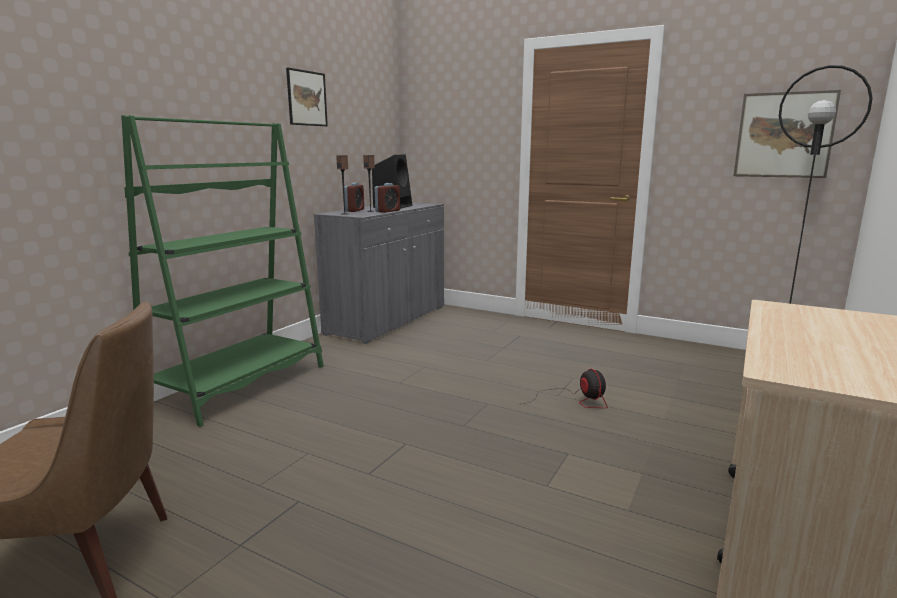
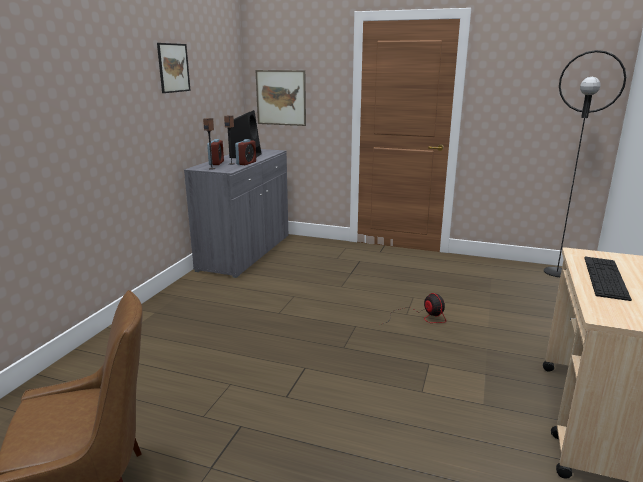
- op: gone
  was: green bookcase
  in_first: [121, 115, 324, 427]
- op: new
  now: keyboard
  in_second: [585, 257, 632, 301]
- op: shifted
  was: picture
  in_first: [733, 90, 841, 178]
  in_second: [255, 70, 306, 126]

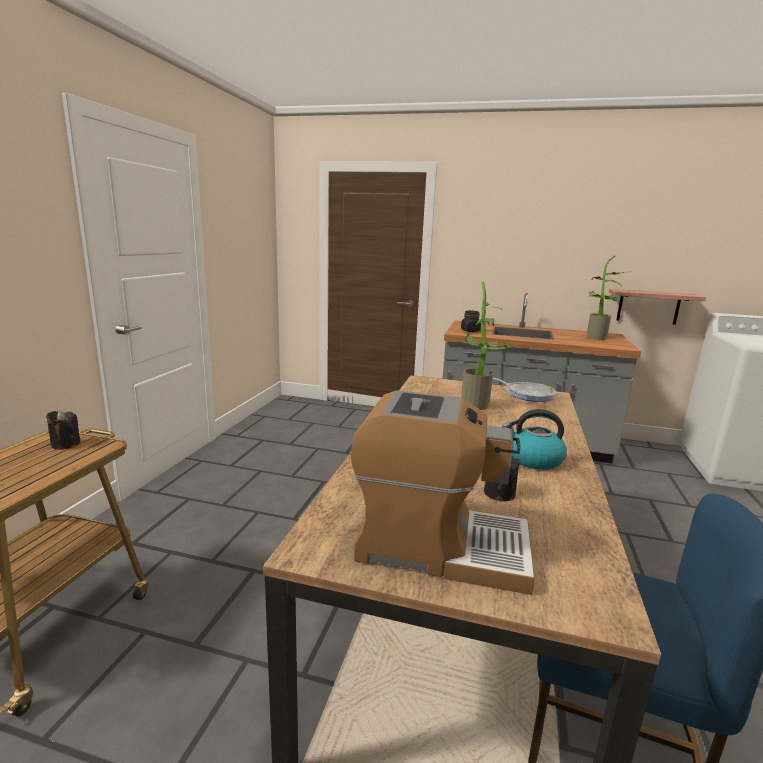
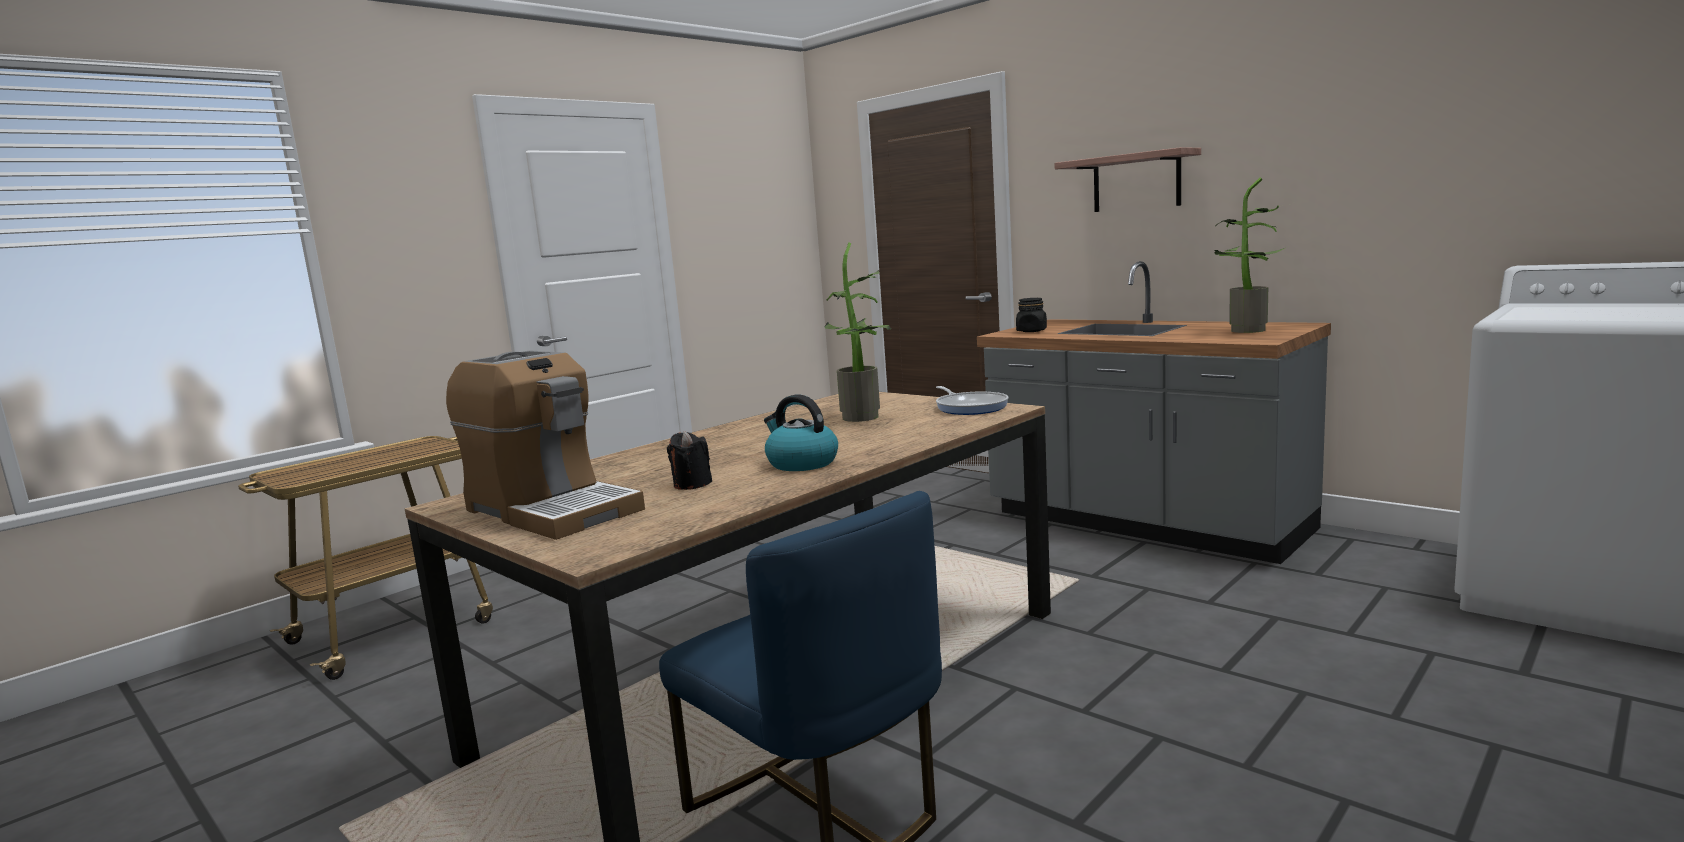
- op: gone
  was: black candle
  in_first: [46, 410, 80, 450]
- op: shifted
  was: shelf
  in_first: [609, 289, 706, 325]
  in_second: [1054, 147, 1201, 212]

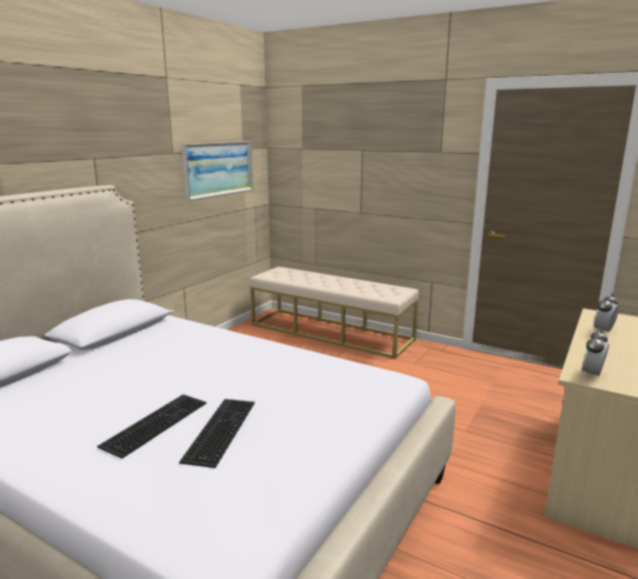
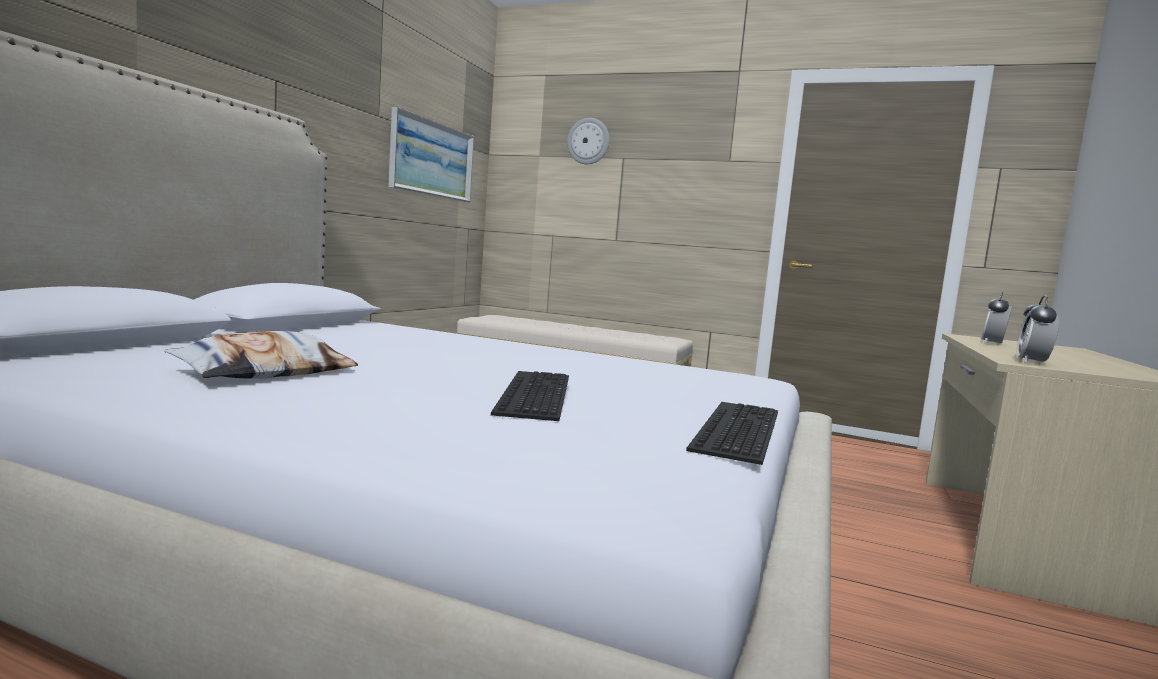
- op: new
  now: pillow
  in_second: [164, 331, 358, 379]
- op: new
  now: wall clock
  in_second: [567, 118, 610, 164]
- op: shifted
  was: keyboard
  in_first: [97, 394, 206, 459]
  in_second: [686, 402, 778, 465]

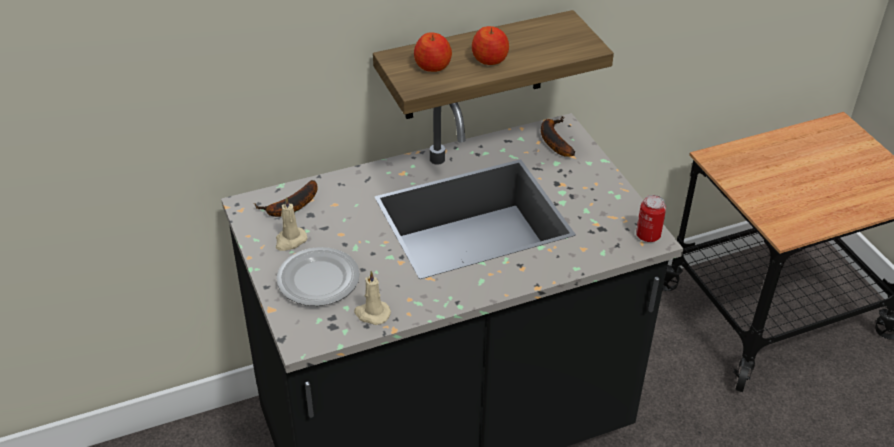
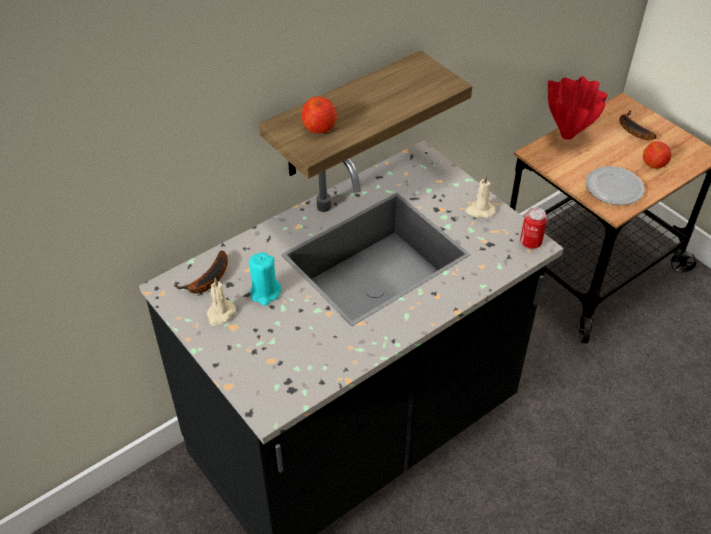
- op: new
  now: turquoise candle
  in_second: [249, 252, 281, 306]
- op: new
  now: red vase
  in_second: [548, 76, 608, 140]
- op: shifted
  was: plate
  in_first: [276, 247, 360, 306]
  in_second: [586, 166, 645, 205]
- op: shifted
  was: beige candle
  in_first: [354, 271, 391, 325]
  in_second: [465, 175, 495, 218]
- op: shifted
  was: apple
  in_first: [472, 26, 509, 65]
  in_second: [643, 141, 671, 169]
- op: shifted
  was: banana
  in_first: [541, 116, 575, 157]
  in_second: [620, 110, 657, 140]

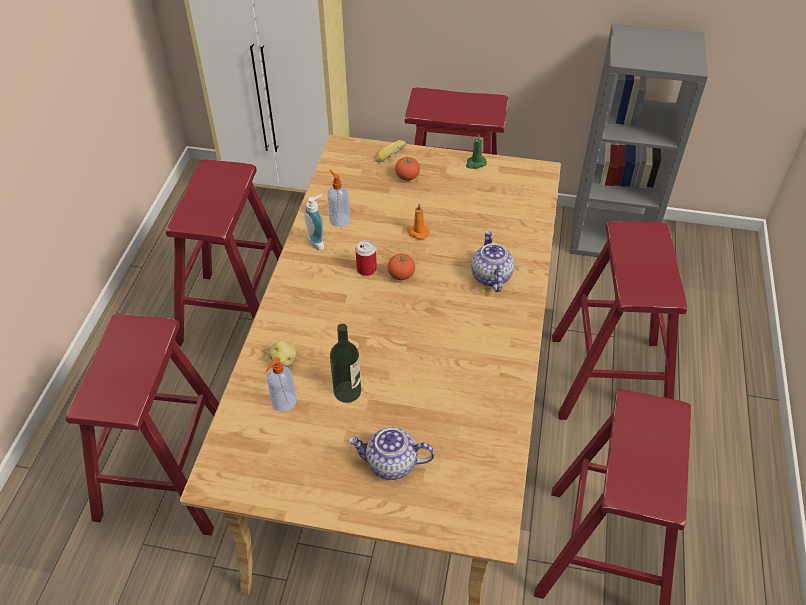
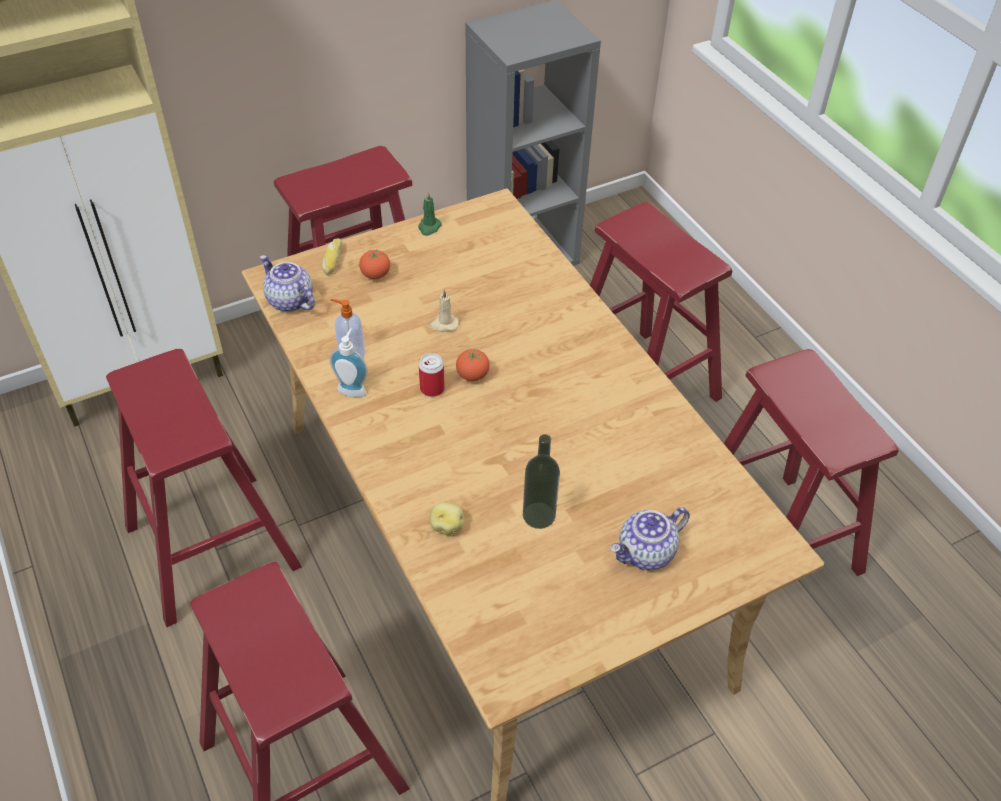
- op: gone
  was: soap dispenser
  in_first: [266, 357, 297, 412]
- op: shifted
  was: teapot
  in_first: [471, 231, 514, 292]
  in_second: [260, 255, 315, 312]
- op: repainted
  was: orange candle
  now: beige candle
  in_first: [407, 204, 430, 239]
  in_second: [429, 290, 459, 332]

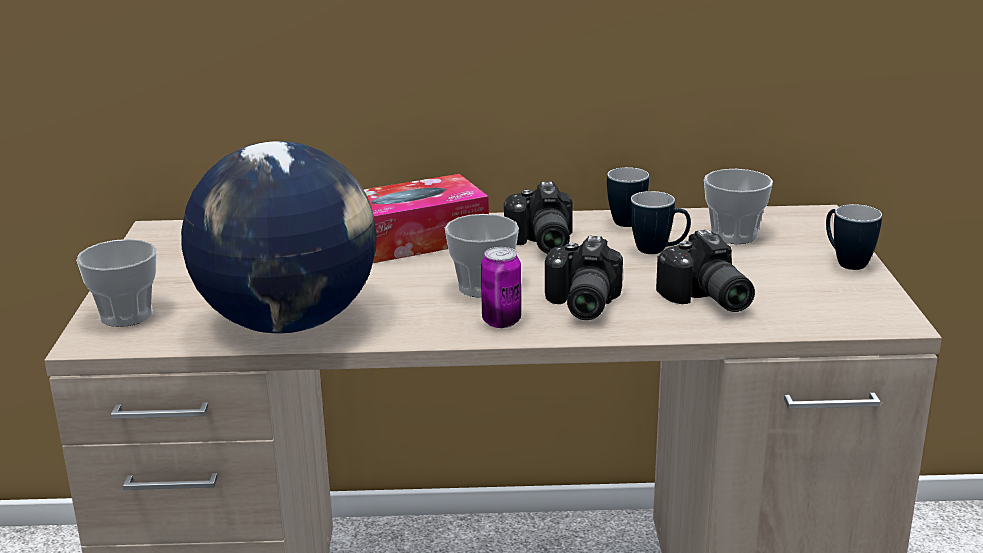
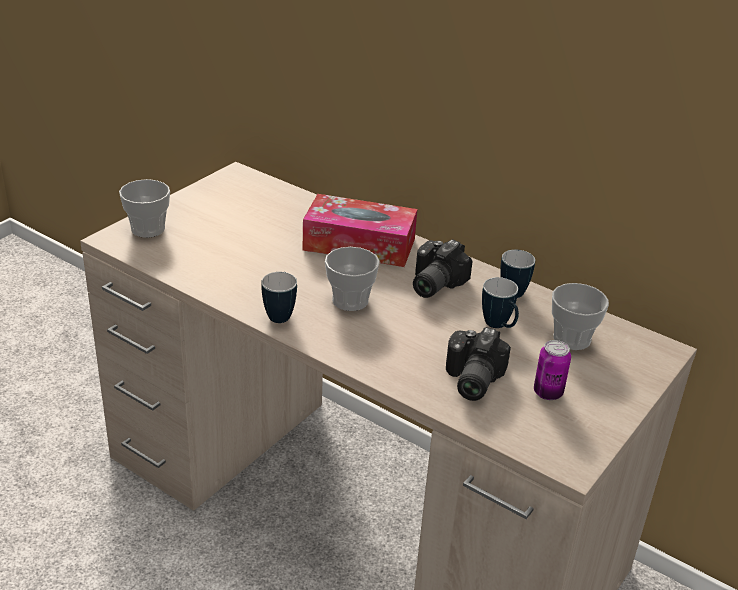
- op: gone
  was: globe
  in_first: [181, 141, 377, 334]
- op: gone
  was: photo camera
  in_first: [545, 236, 623, 320]
- op: shifted
  was: can
  in_first: [481, 247, 521, 328]
  in_second: [534, 340, 571, 400]
- op: shifted
  was: mug
  in_first: [826, 204, 882, 270]
  in_second: [261, 272, 297, 323]

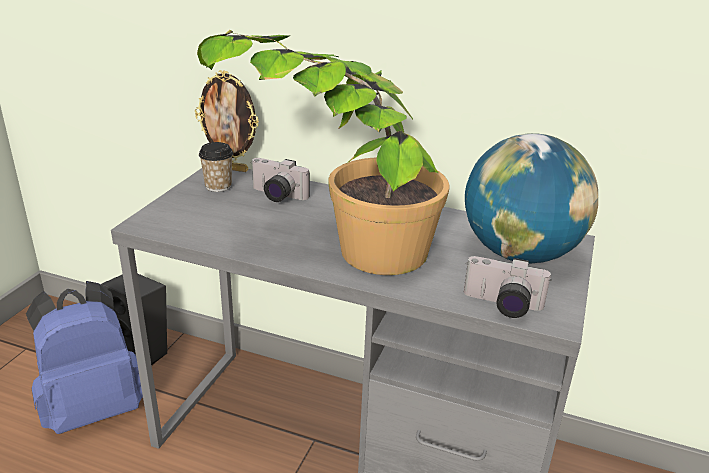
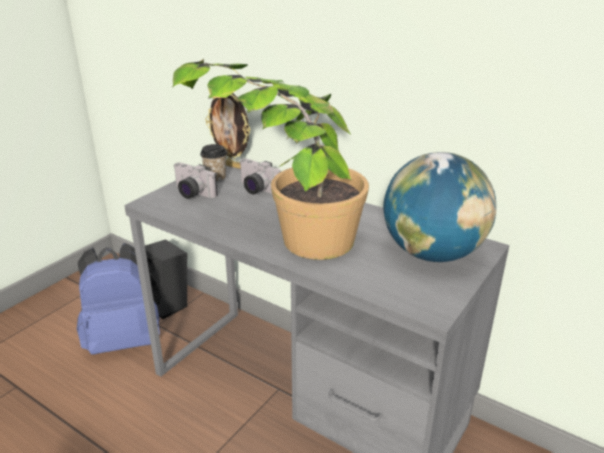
- op: shifted
  was: photo camera
  in_first: [464, 256, 552, 318]
  in_second: [173, 163, 218, 199]

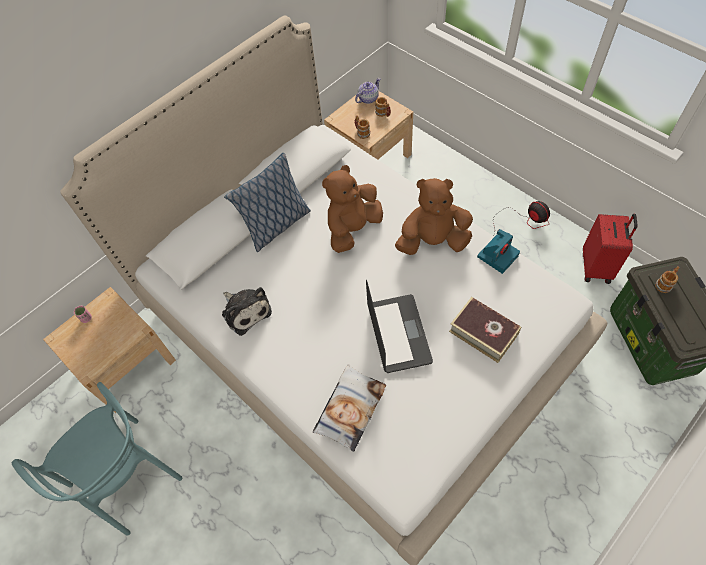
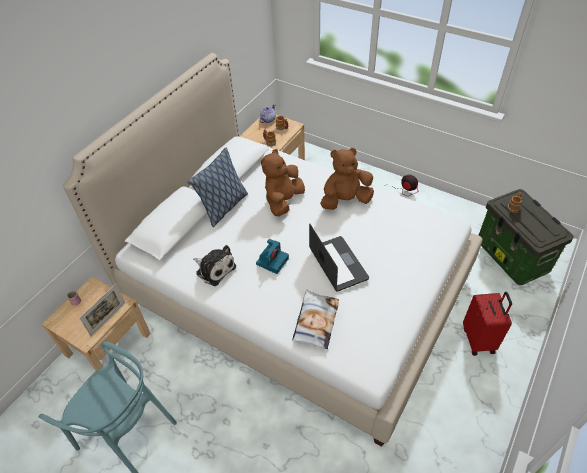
- op: gone
  was: book
  in_first: [449, 297, 521, 363]
- op: new
  now: picture frame
  in_second: [79, 284, 125, 336]
- op: shifted
  was: photo camera
  in_first: [477, 229, 520, 274]
  in_second: [256, 239, 289, 274]
- op: shifted
  was: red suitcase
  in_first: [583, 214, 638, 284]
  in_second: [463, 292, 512, 356]

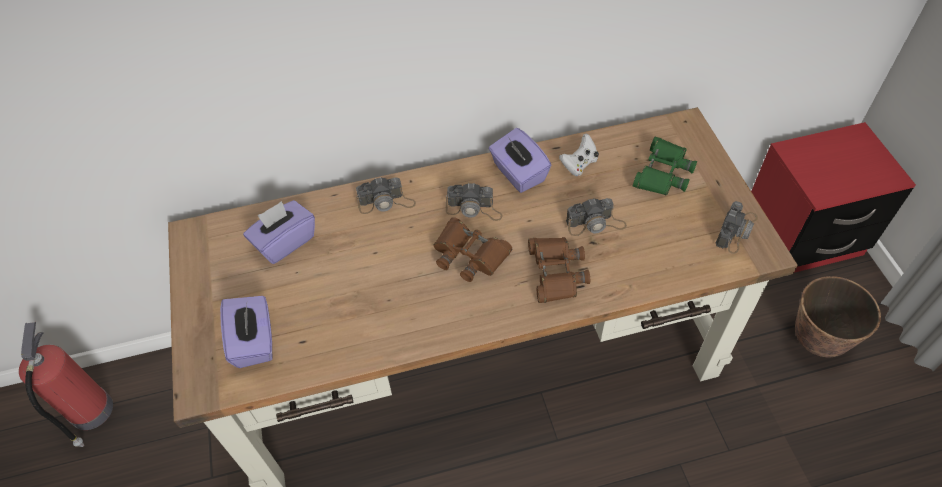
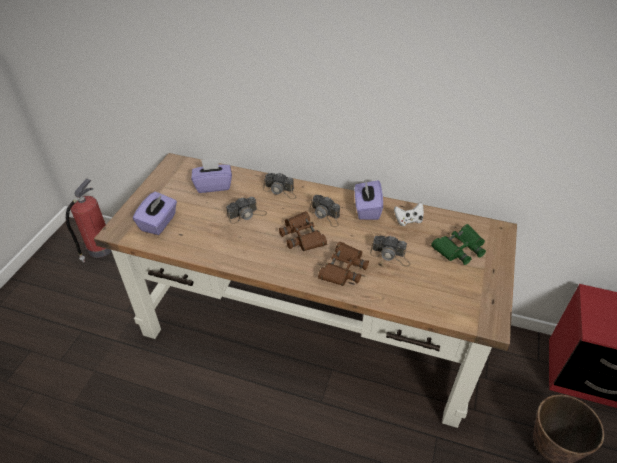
- op: shifted
  was: photo camera
  in_first: [716, 201, 758, 254]
  in_second: [226, 197, 267, 224]

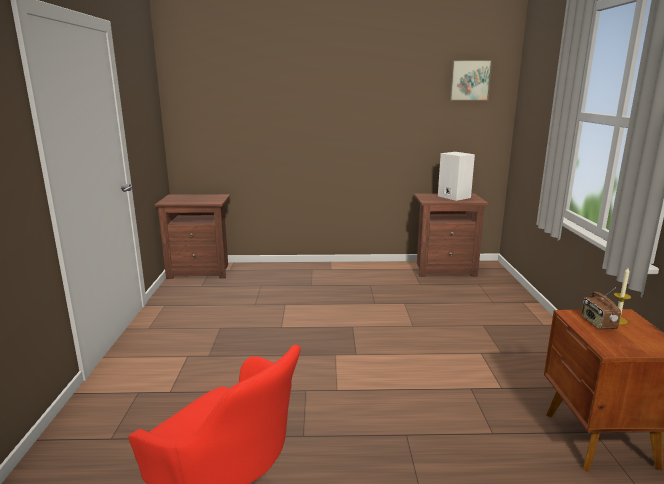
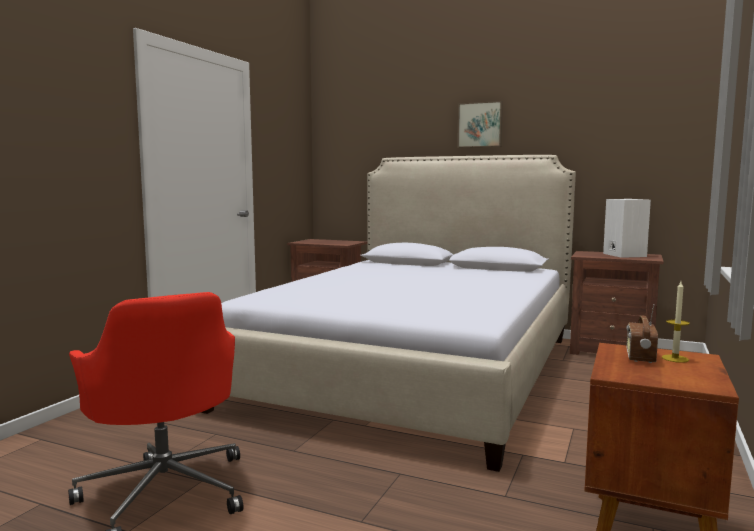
- op: new
  now: bed
  in_second: [200, 155, 576, 472]
- op: shifted
  was: picture
  in_first: [449, 60, 492, 101]
  in_second: [457, 101, 503, 148]

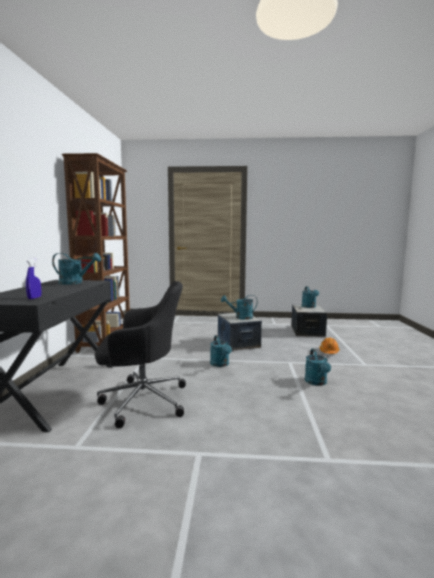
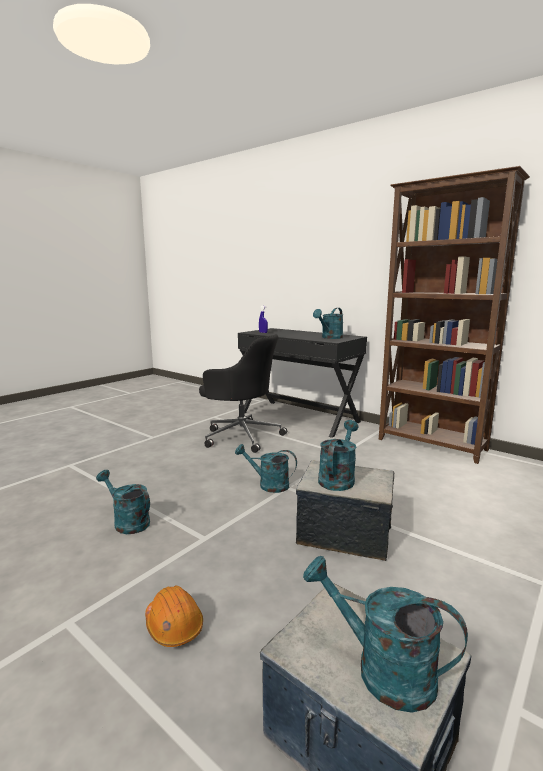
- op: rotated
  was: black office chair
  in_first: [95, 281, 186, 428]
  in_second: [199, 334, 287, 453]
  clockwise: -90

